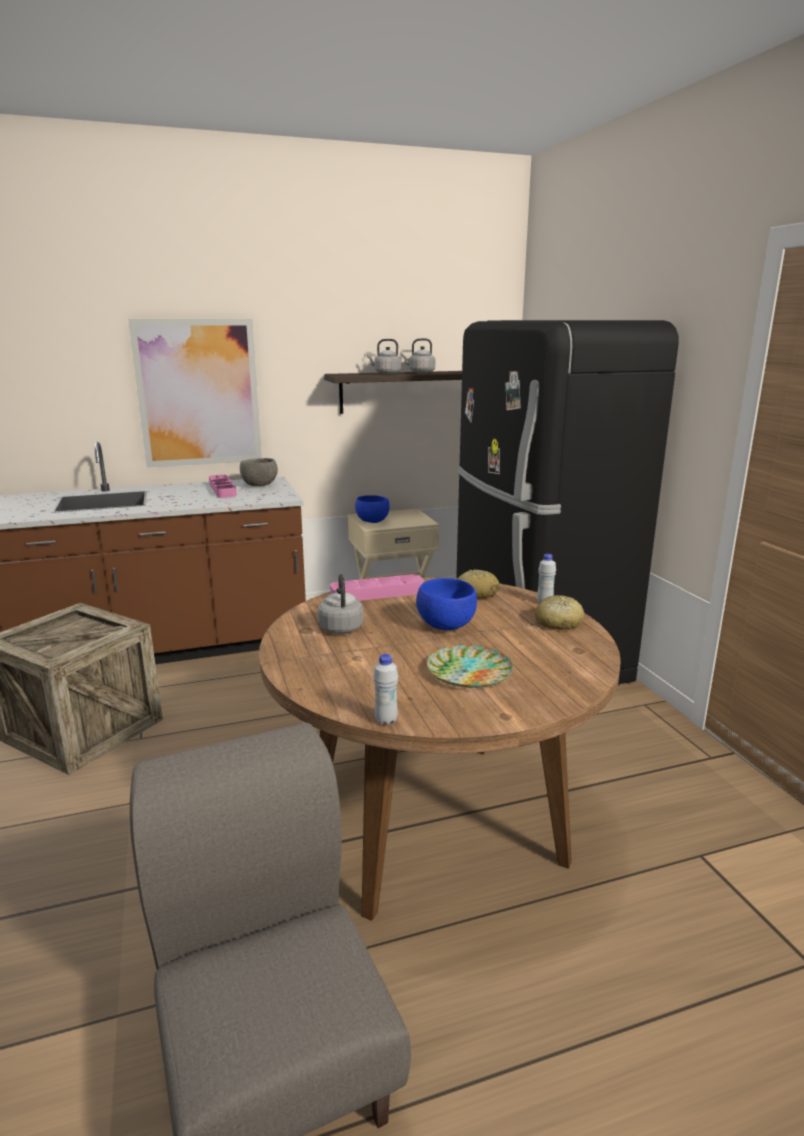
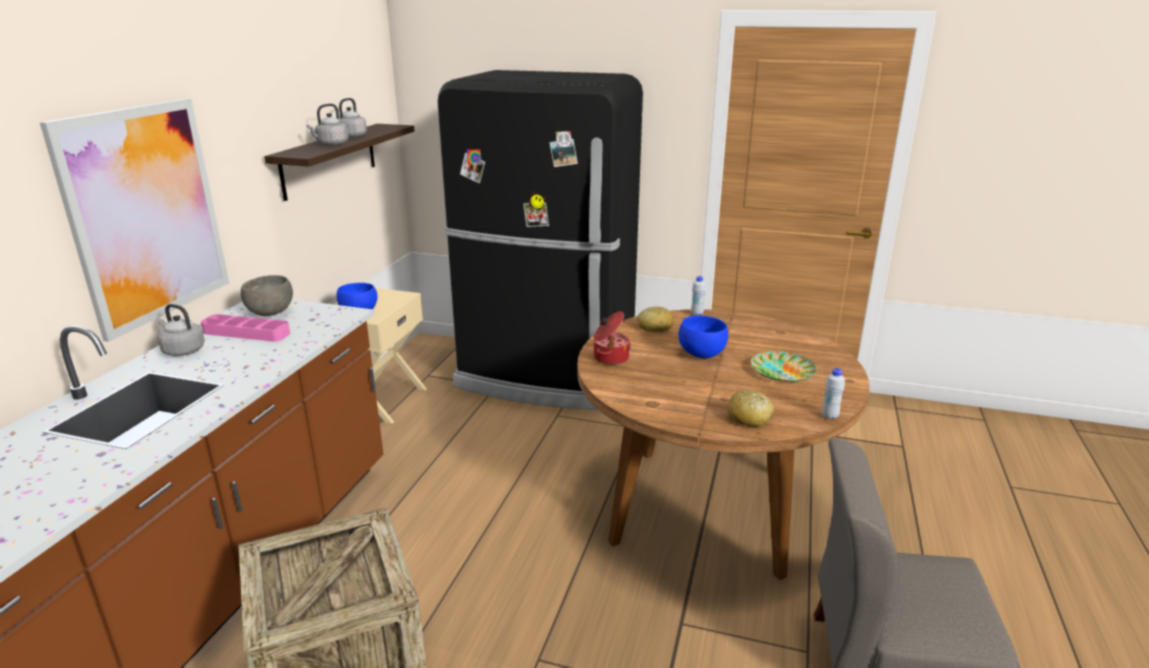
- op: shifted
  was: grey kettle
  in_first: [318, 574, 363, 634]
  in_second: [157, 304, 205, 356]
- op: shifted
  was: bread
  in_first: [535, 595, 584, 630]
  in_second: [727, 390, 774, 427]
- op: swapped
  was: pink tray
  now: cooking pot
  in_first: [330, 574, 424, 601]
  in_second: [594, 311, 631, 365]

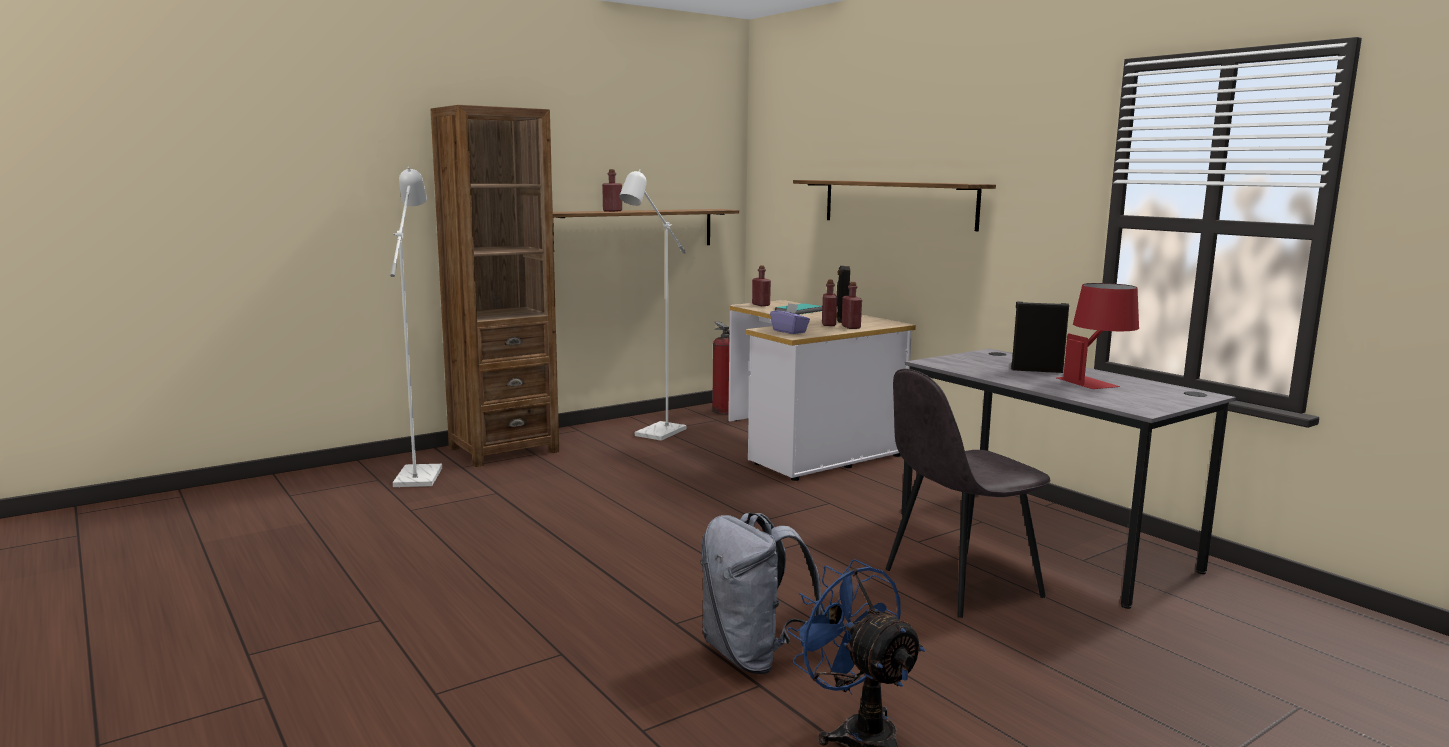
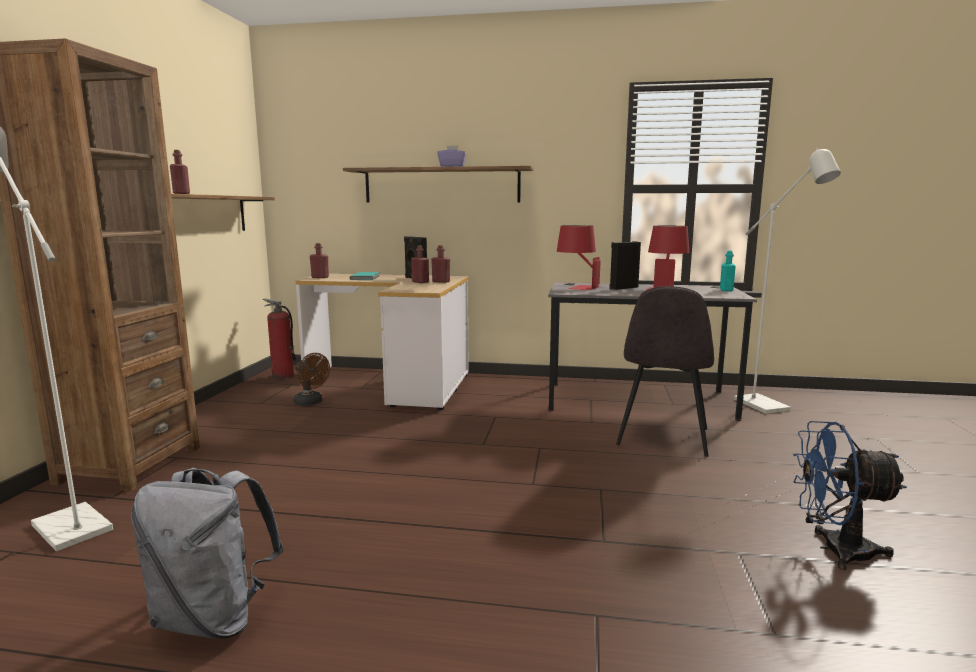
- op: new
  now: brown fan
  in_second: [293, 353, 330, 406]
- op: new
  now: red table lamp
  in_second: [557, 225, 601, 290]
- op: new
  now: turquoise bottle
  in_second: [720, 251, 736, 291]
- op: shifted
  was: white floor lamp
  in_first: [619, 169, 686, 441]
  in_second: [734, 148, 841, 414]
- op: shifted
  was: grey backpack
  in_first: [701, 513, 823, 674]
  in_second: [131, 468, 284, 639]
- op: shifted
  was: purple tissue box
  in_first: [770, 303, 810, 334]
  in_second: [437, 145, 466, 167]

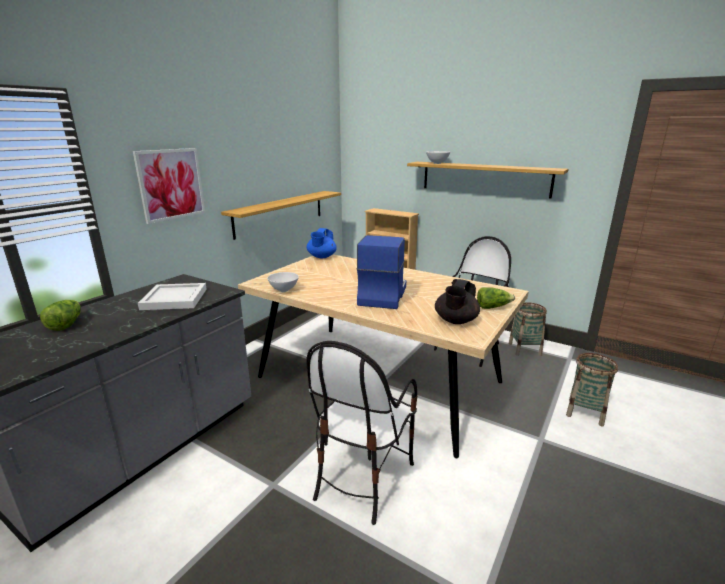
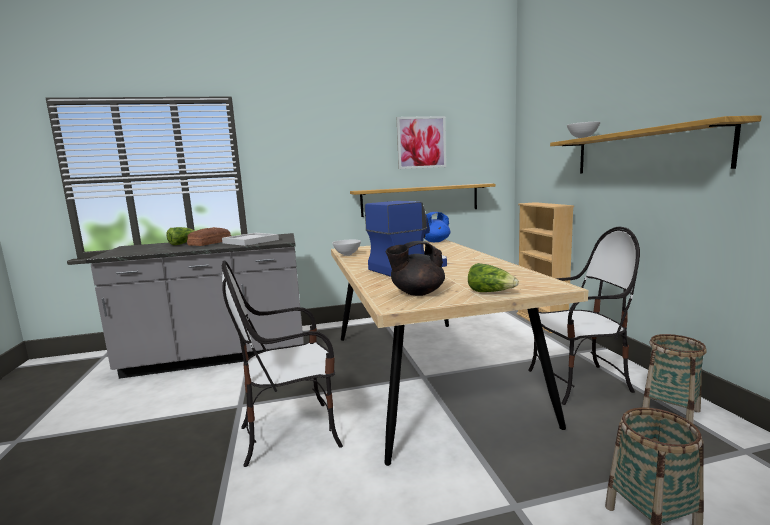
- op: new
  now: bread
  in_second: [187, 227, 231, 246]
- op: shifted
  was: picture
  in_first: [133, 148, 205, 224]
  in_second: [396, 116, 446, 169]

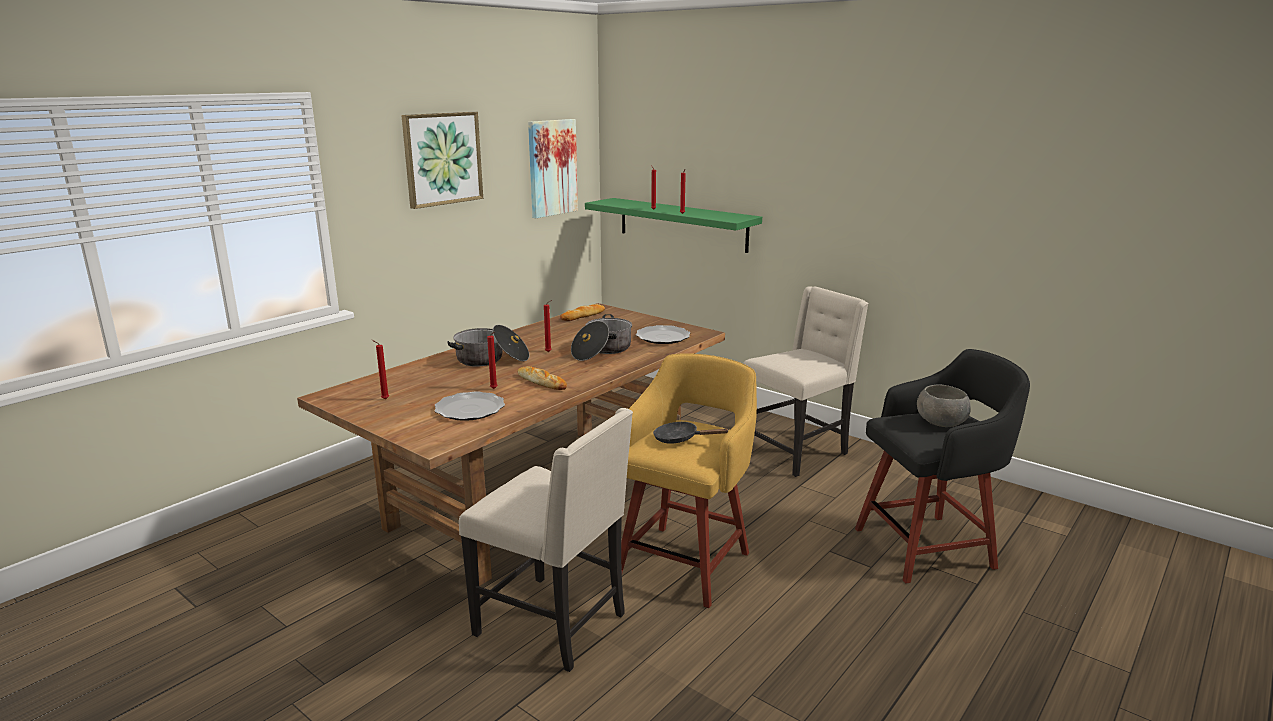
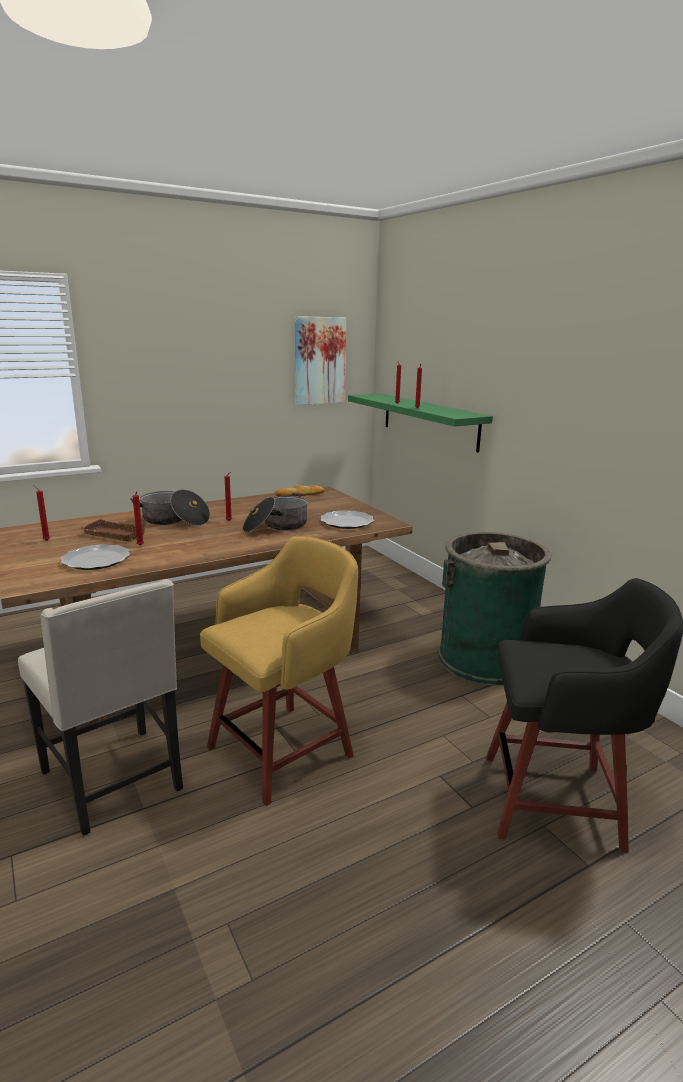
- op: gone
  was: picture
  in_first: [401, 112, 483, 209]
- op: gone
  was: bread
  in_first: [518, 366, 567, 390]
- op: gone
  was: black frying pan
  in_first: [653, 421, 728, 444]
- op: gone
  was: grey bowl
  in_first: [917, 384, 971, 427]
- op: new
  now: brown tray
  in_second: [79, 519, 147, 541]
- op: swapped
  was: beige chair
  now: green trash can
  in_first: [743, 286, 869, 477]
  in_second: [439, 532, 551, 685]

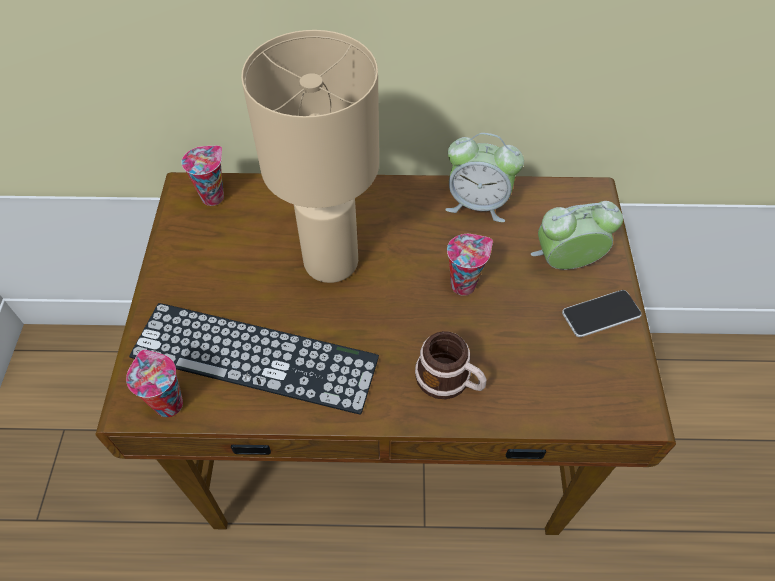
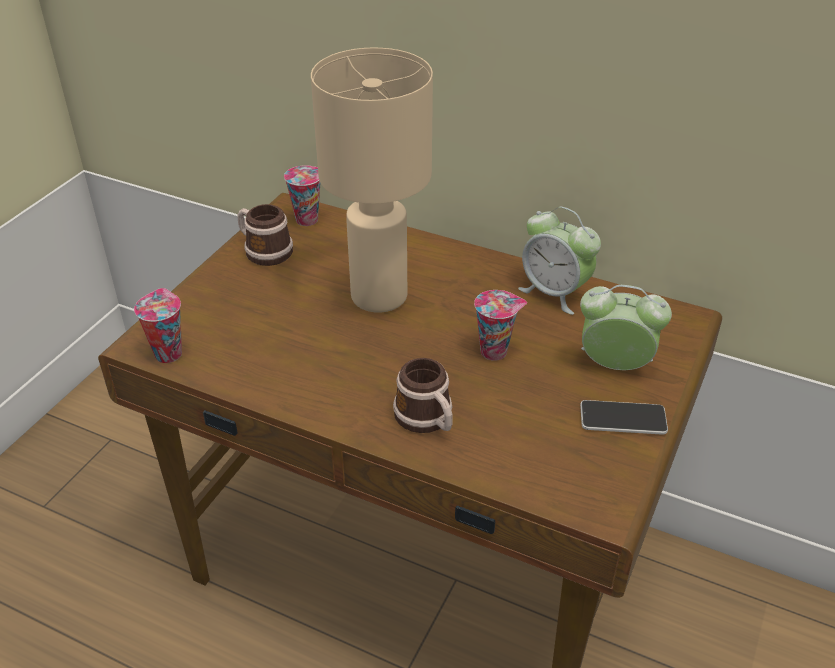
- op: gone
  was: keyboard
  in_first: [129, 303, 379, 415]
- op: new
  now: mug
  in_second: [237, 204, 293, 266]

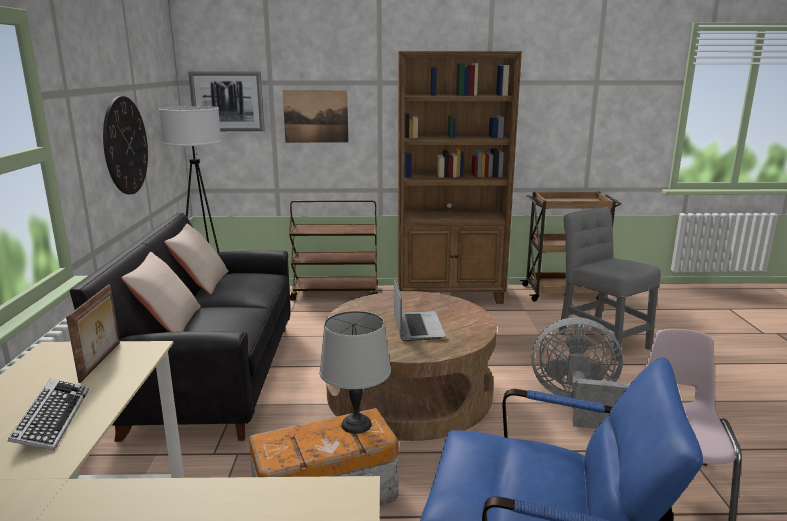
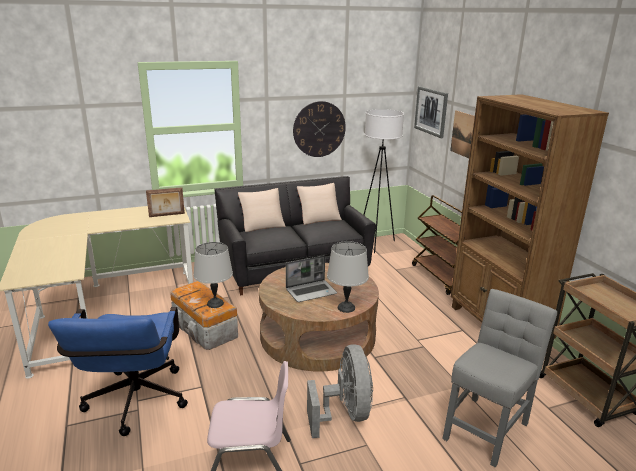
- op: gone
  was: keyboard
  in_first: [8, 378, 89, 450]
- op: new
  now: grey table lamp
  in_second: [327, 241, 369, 313]

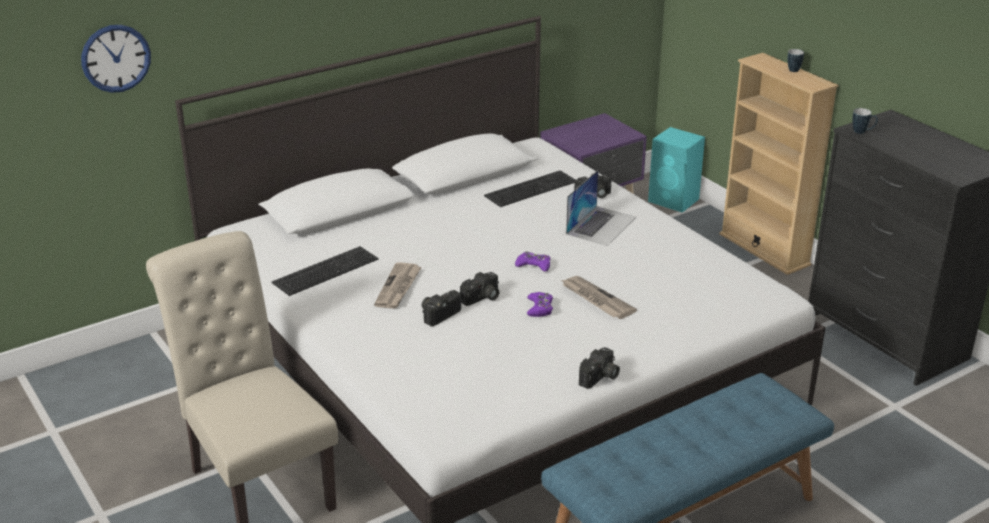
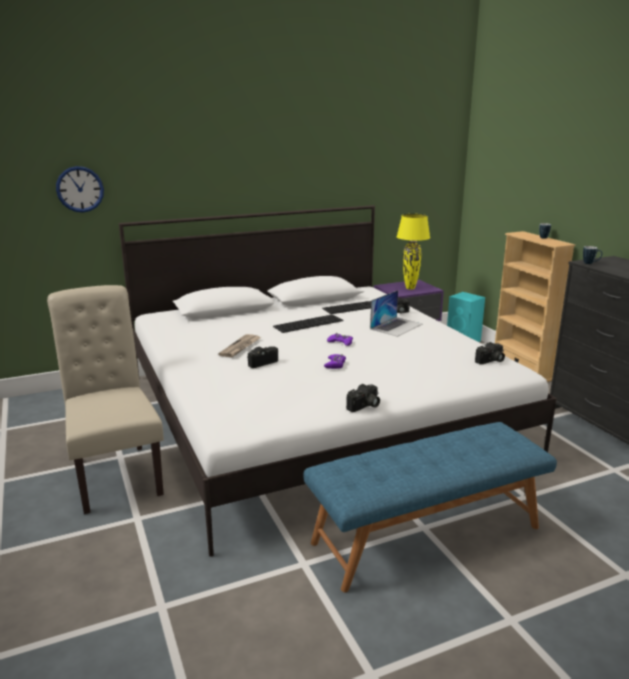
- op: gone
  was: newspaper
  in_first: [561, 276, 637, 319]
- op: new
  now: yellow table lamp
  in_second: [397, 214, 430, 289]
- op: shifted
  was: keyboard
  in_first: [272, 246, 379, 296]
  in_second: [273, 314, 343, 333]
- op: shifted
  was: photo camera
  in_first: [460, 272, 499, 306]
  in_second: [475, 342, 505, 364]

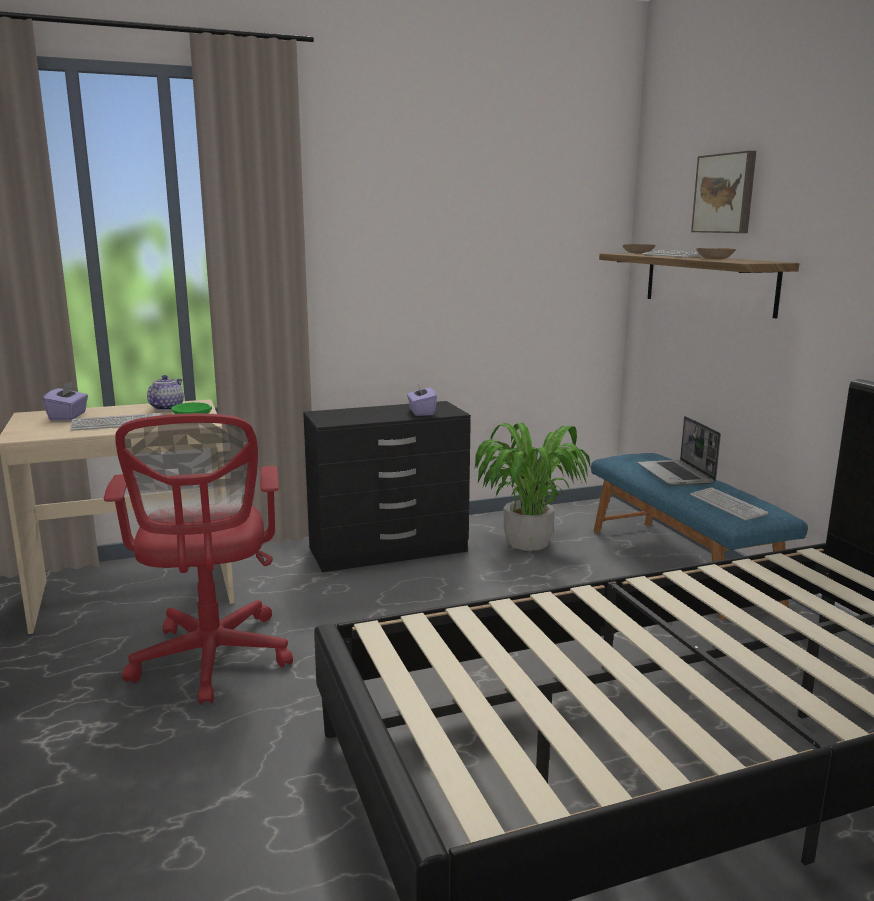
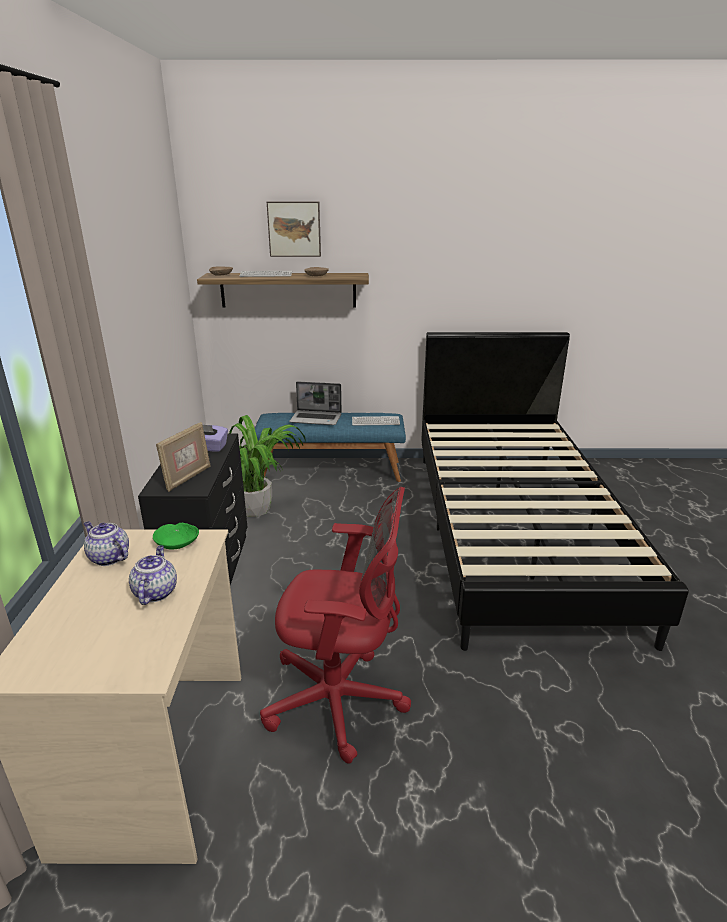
- op: gone
  was: purple tissue box
  in_first: [43, 380, 88, 420]
- op: new
  now: picture frame
  in_second: [156, 422, 211, 492]
- op: swapped
  was: keyboard
  now: teapot
  in_first: [70, 413, 162, 431]
  in_second: [129, 546, 177, 605]

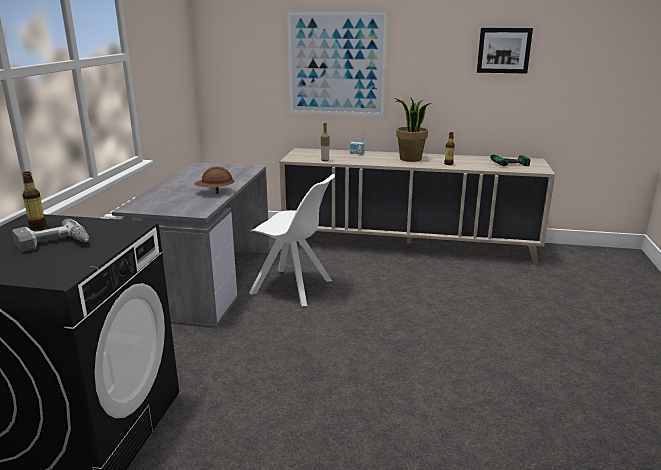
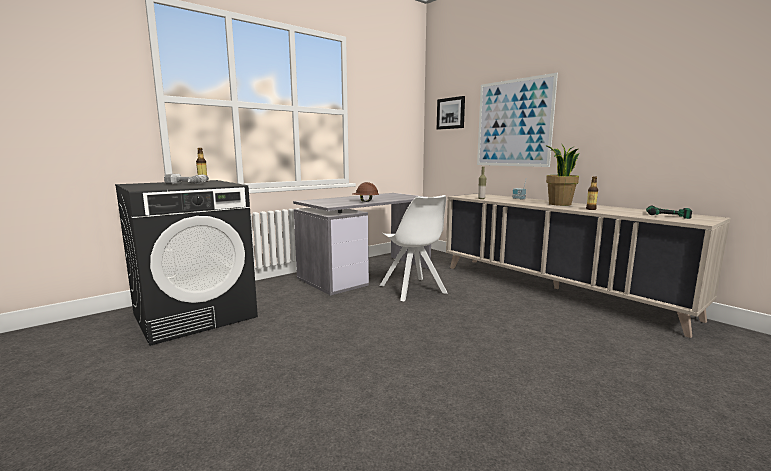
- op: shifted
  was: picture
  in_first: [477, 28, 533, 74]
  in_second: [437, 96, 465, 130]

